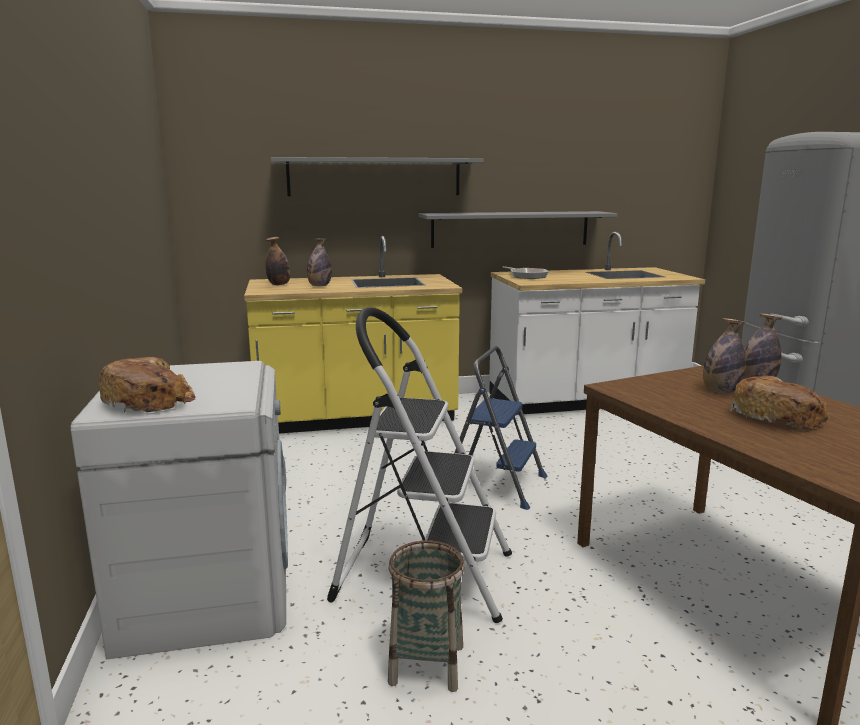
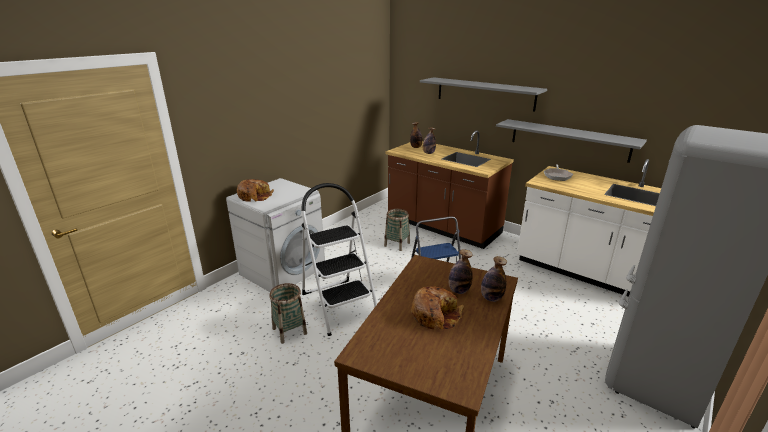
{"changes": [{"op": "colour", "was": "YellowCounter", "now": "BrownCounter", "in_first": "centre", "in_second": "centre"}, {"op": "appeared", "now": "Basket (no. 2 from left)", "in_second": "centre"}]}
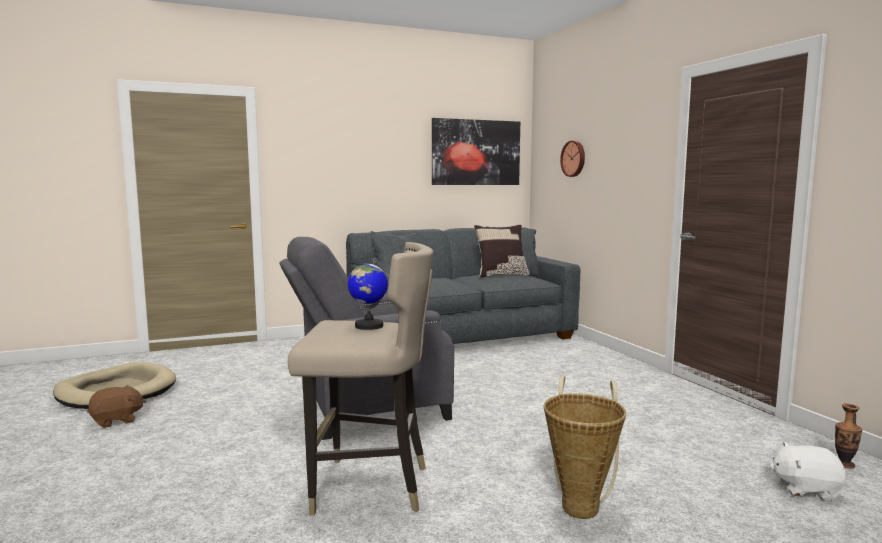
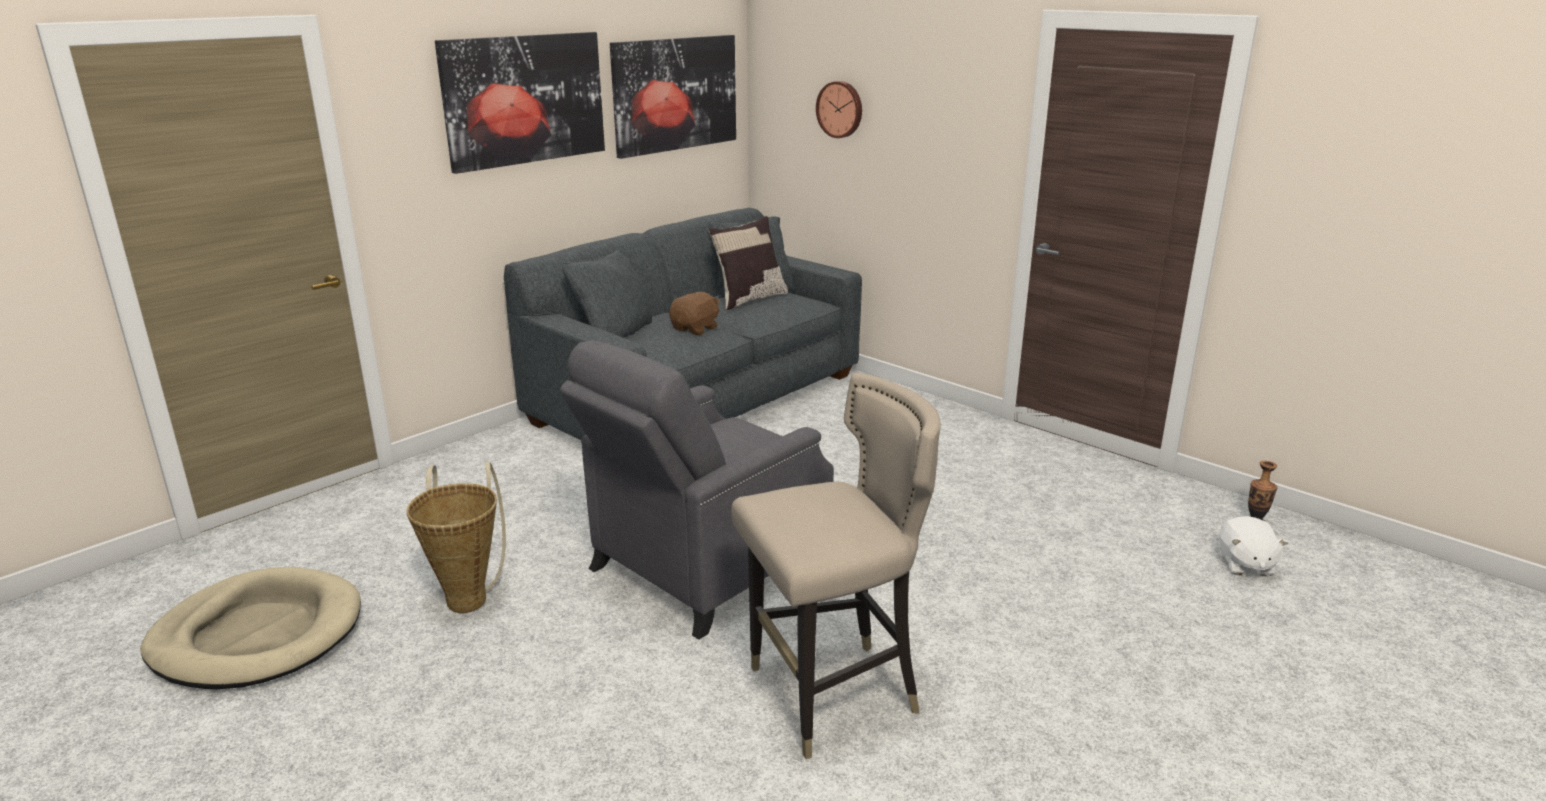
{"changes": [{"op": "relocated", "was": "BrownPlushToy", "in_first": "bottom left", "in_second": "centre"}, {"op": "missing", "was": "Globe", "in_first": "centre"}, {"op": "relocated", "was": "Basket", "in_first": "bottom centre", "in_second": "bottom left"}, {"op": "spun", "was": "WhitePlushToy", "in_first": "bottom right", "in_second": "bottom right", "clockwise": -75}, {"op": "appeared", "now": "Picture (no. 1 from left)", "in_second": "top centre"}]}
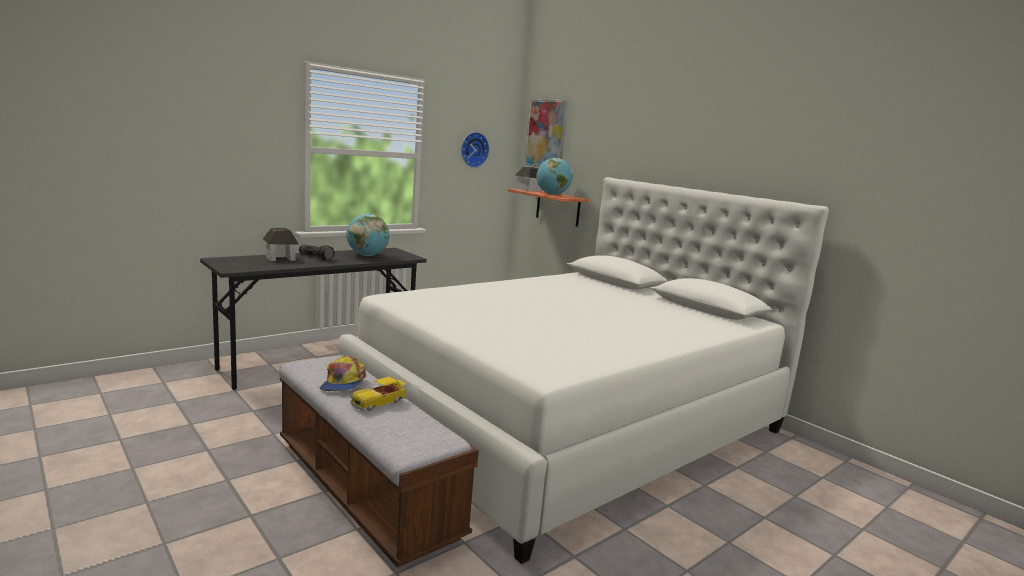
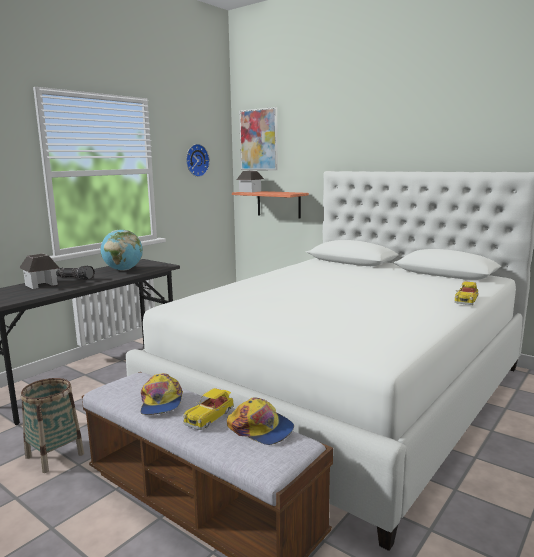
{"changes": [{"op": "missing", "was": "Globe (no. 2 from left)", "in_first": "top centre"}, {"op": "appeared", "now": "Basket", "in_second": "bottom left"}, {"op": "appeared", "now": "Cap (no. 2 from left)", "in_second": "bottom centre"}, {"op": "appeared", "now": "ToyCar (no. 2 from left)", "in_second": "middle right"}]}
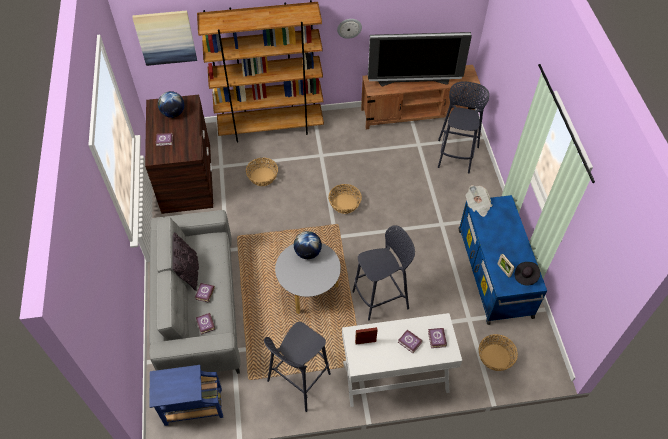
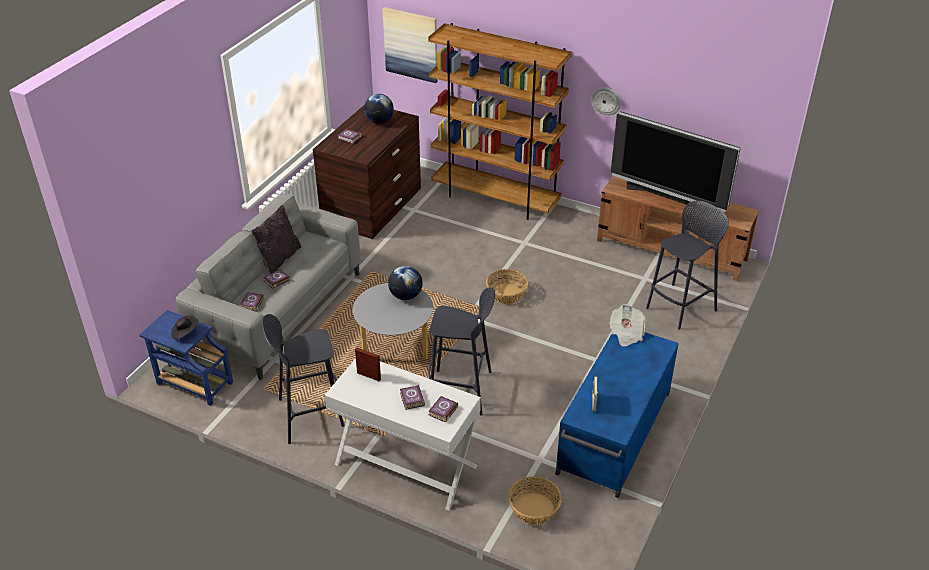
{"changes": [{"op": "missing", "was": "Basket (no. 1 from left)", "in_first": "centre"}, {"op": "relocated", "was": "BlackHat", "in_first": "middle right", "in_second": "middle left"}]}
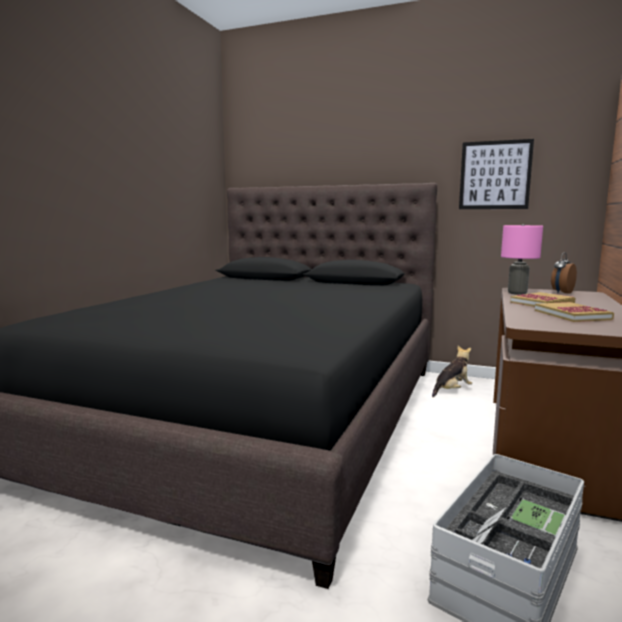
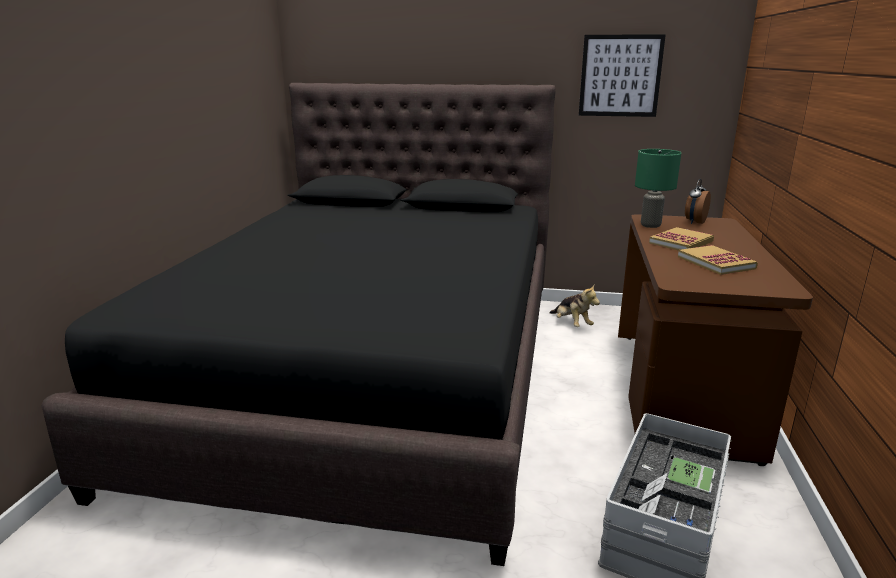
{"changes": [{"op": "spun", "was": "PlushToy", "in_first": "middle right", "in_second": "centre", "clockwise": 105}, {"op": "colour", "was": "PinkTableLamp", "now": "GreenTableLamp", "in_first": "middle right", "in_second": "top right"}]}
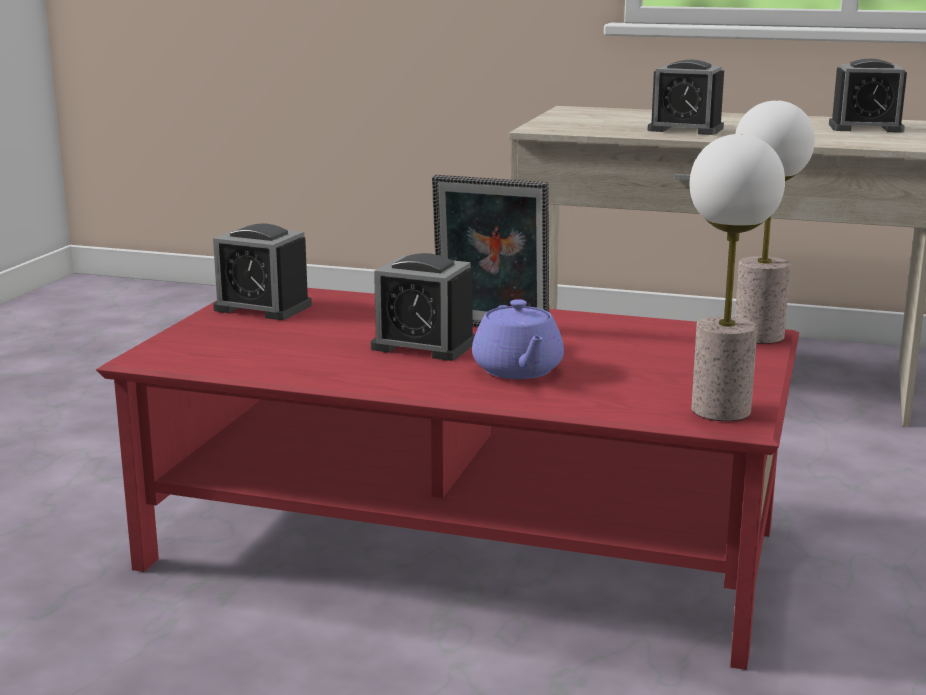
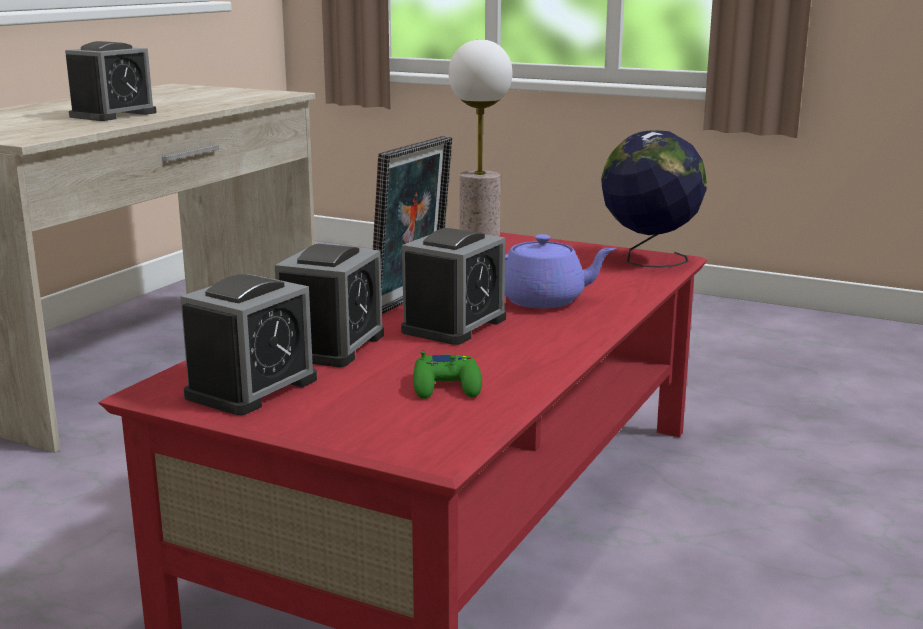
{"changes": [{"op": "exchanged", "was": "TableLamp (no. 1 from left)", "now": "Globe", "in_first": "middle right", "in_second": "top right"}, {"op": "relocated", "was": "AlarmClock (no. 4 from left in the first image)", "now": "AlarmClock (no. 3 from left)", "in_first": "top right", "in_second": "centre"}, {"op": "appeared", "now": "GreenGameController", "in_second": "centre"}]}
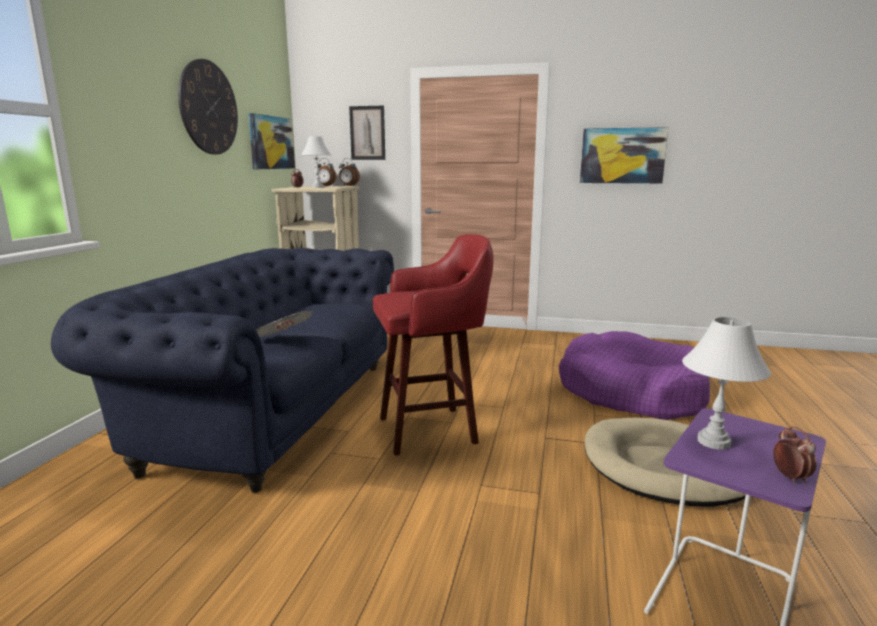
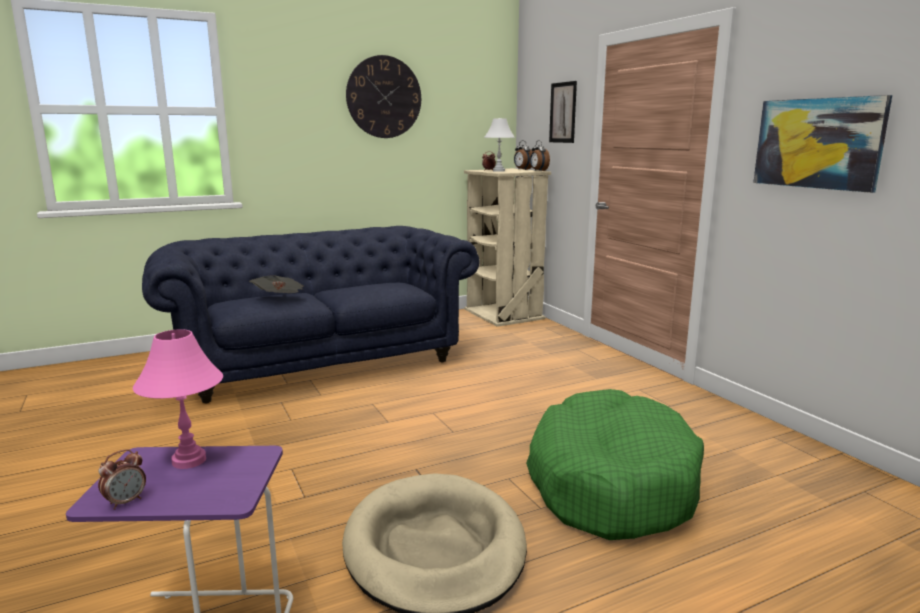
{"changes": [{"op": "missing", "was": "Picture (no. 1 from left)", "in_first": "top left"}, {"op": "missing", "was": "RedStool", "in_first": "centre"}, {"op": "colour", "was": "PurpleDogBed", "now": "GreenDogBed", "in_first": "middle right", "in_second": "bottom right"}, {"op": "colour", "was": "WhiteTableLamp (no. 2 from left)", "now": "PinkTableLamp", "in_first": "middle right", "in_second": "middle left"}]}
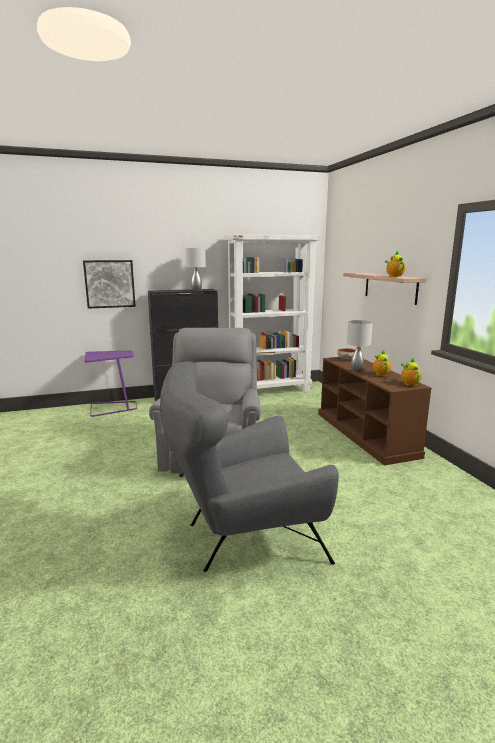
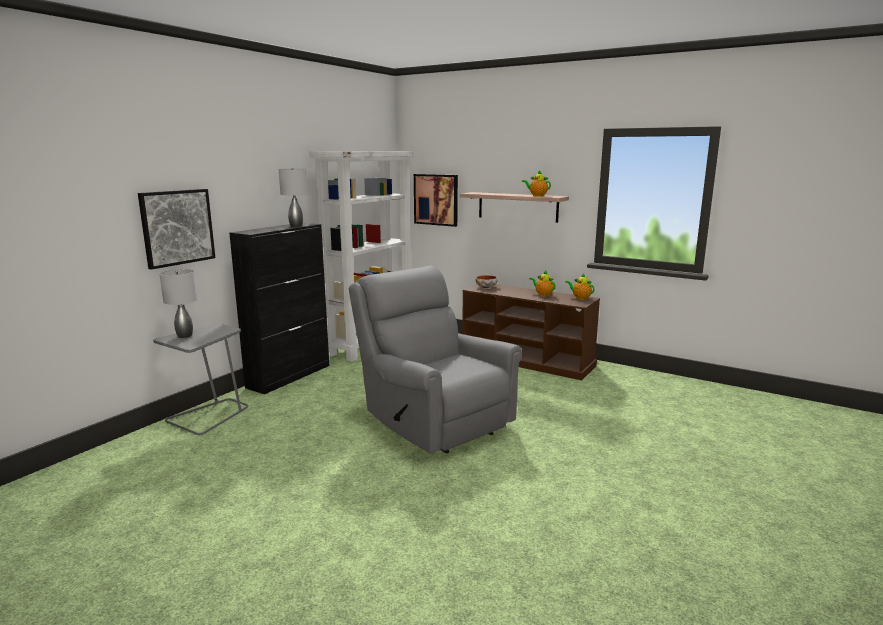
{"changes": [{"op": "colour", "was": "PurpleSideTable", "now": "GreySideTable", "in_first": "middle left", "in_second": "middle left"}, {"op": "missing", "was": "GreyArmchair (no. 2 from left)", "in_first": "centre"}, {"op": "relocated", "was": "GreyTableLamp (no. 2 from left in the first image)", "now": "GreyTableLamp (no. 1 from left)", "in_first": "middle right", "in_second": "middle left"}, {"op": "appeared", "now": "Picture (no. 2 from left)", "in_second": "top centre"}]}
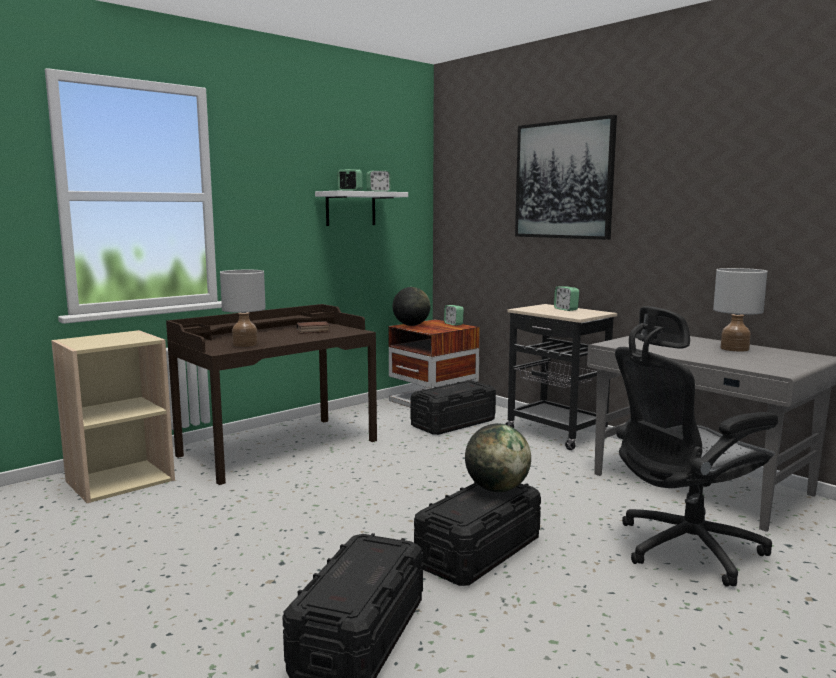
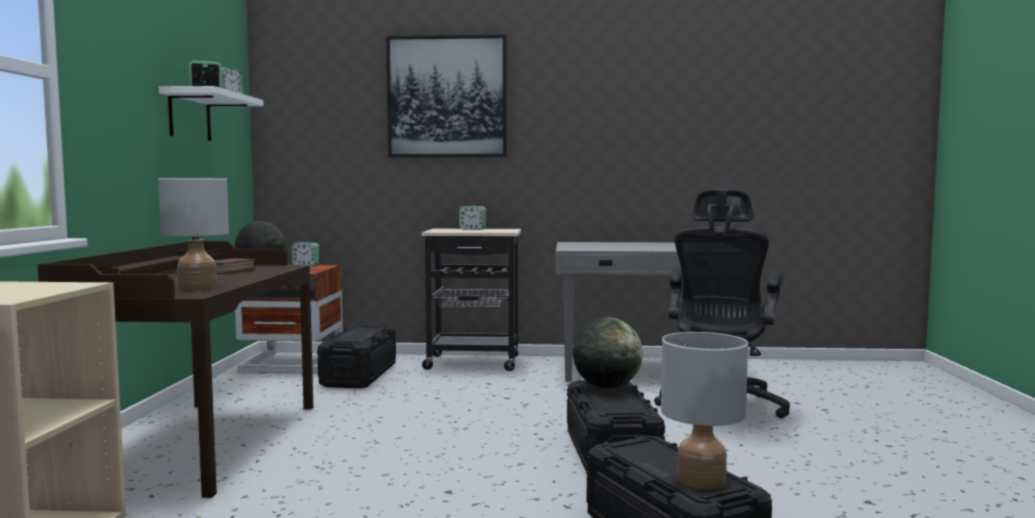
{"changes": [{"op": "relocated", "was": "GreyTableLamp (no. 2 from left)", "in_first": "middle right", "in_second": "bottom right"}]}
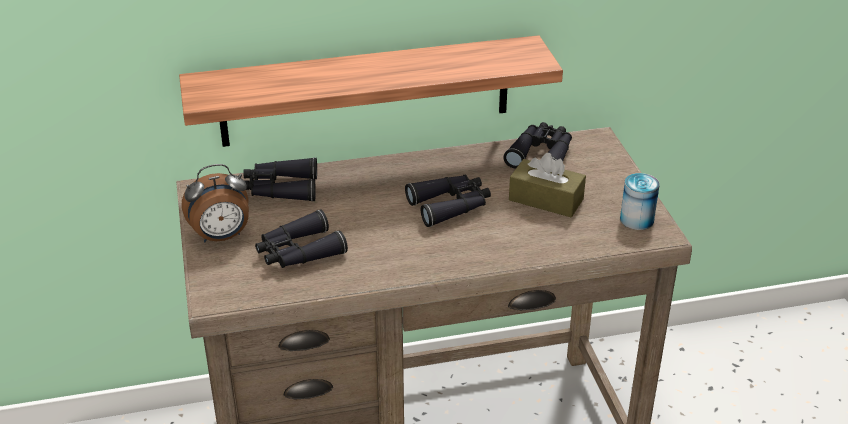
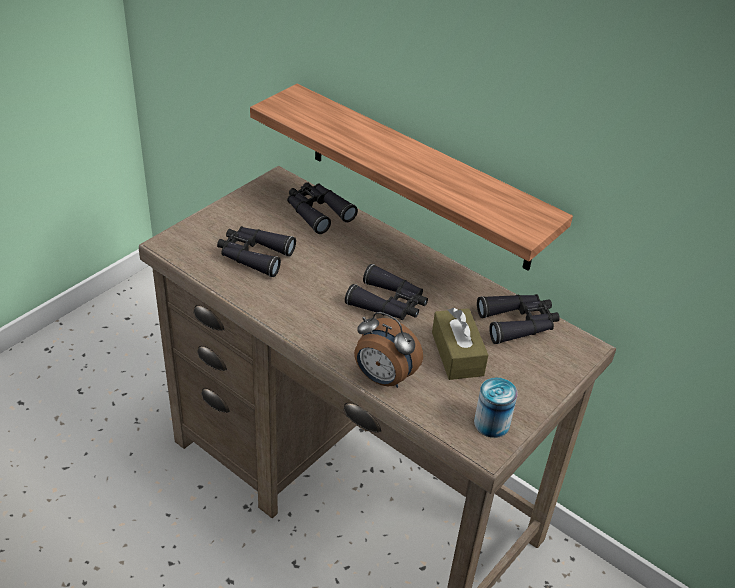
{"changes": [{"op": "relocated", "was": "AlarmClock", "in_first": "middle left", "in_second": "centre"}]}
